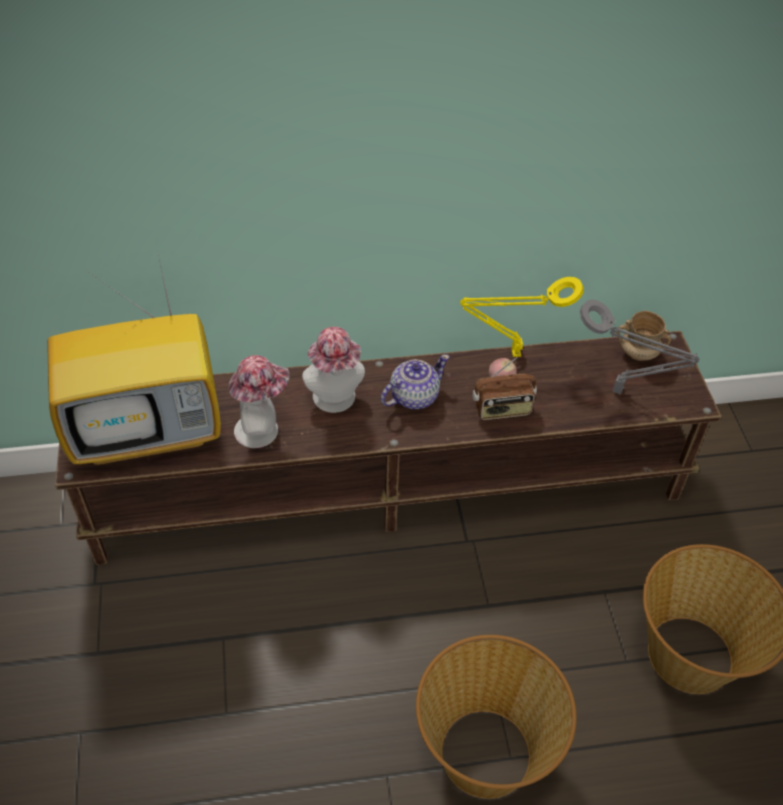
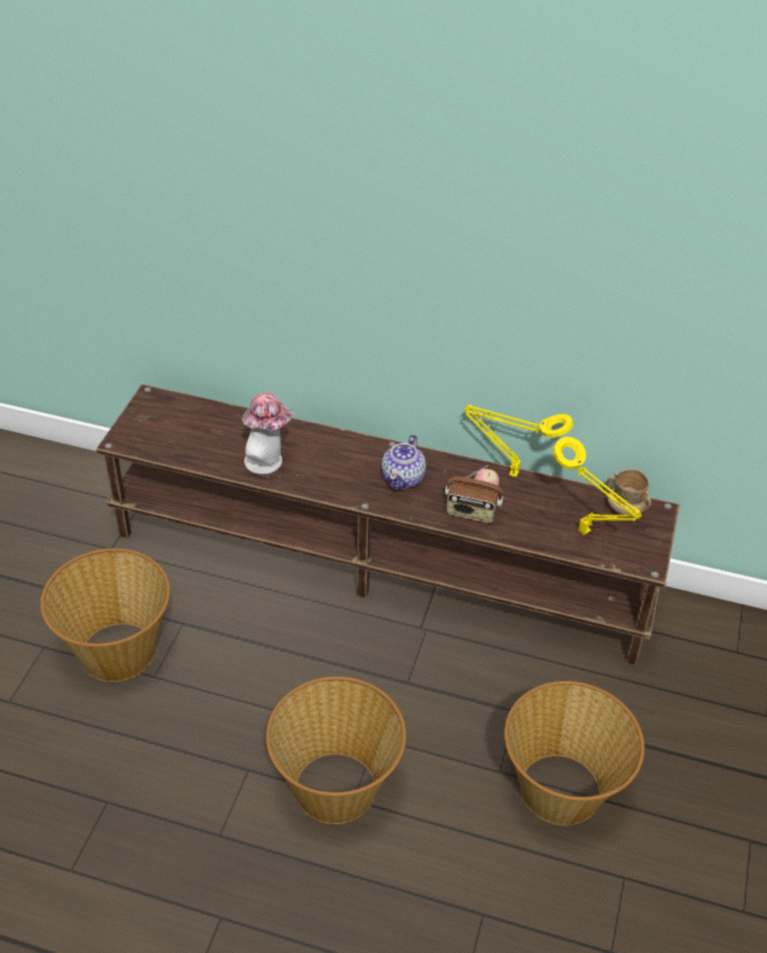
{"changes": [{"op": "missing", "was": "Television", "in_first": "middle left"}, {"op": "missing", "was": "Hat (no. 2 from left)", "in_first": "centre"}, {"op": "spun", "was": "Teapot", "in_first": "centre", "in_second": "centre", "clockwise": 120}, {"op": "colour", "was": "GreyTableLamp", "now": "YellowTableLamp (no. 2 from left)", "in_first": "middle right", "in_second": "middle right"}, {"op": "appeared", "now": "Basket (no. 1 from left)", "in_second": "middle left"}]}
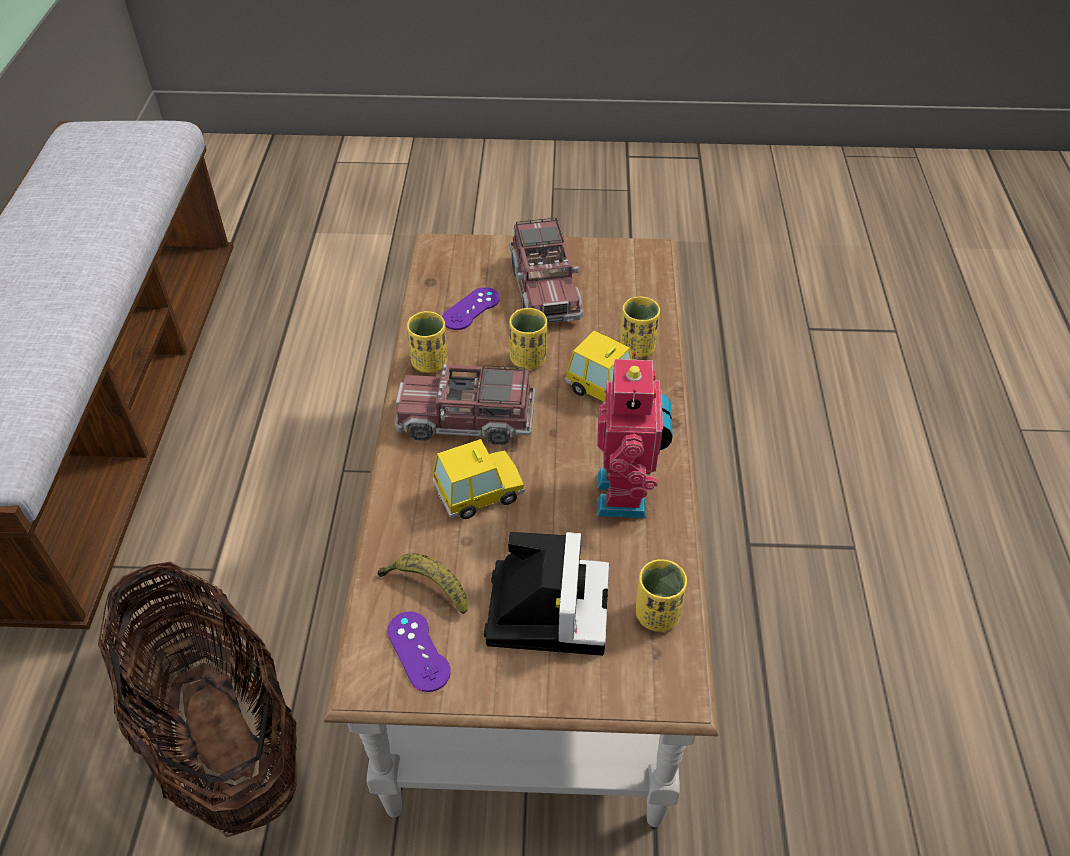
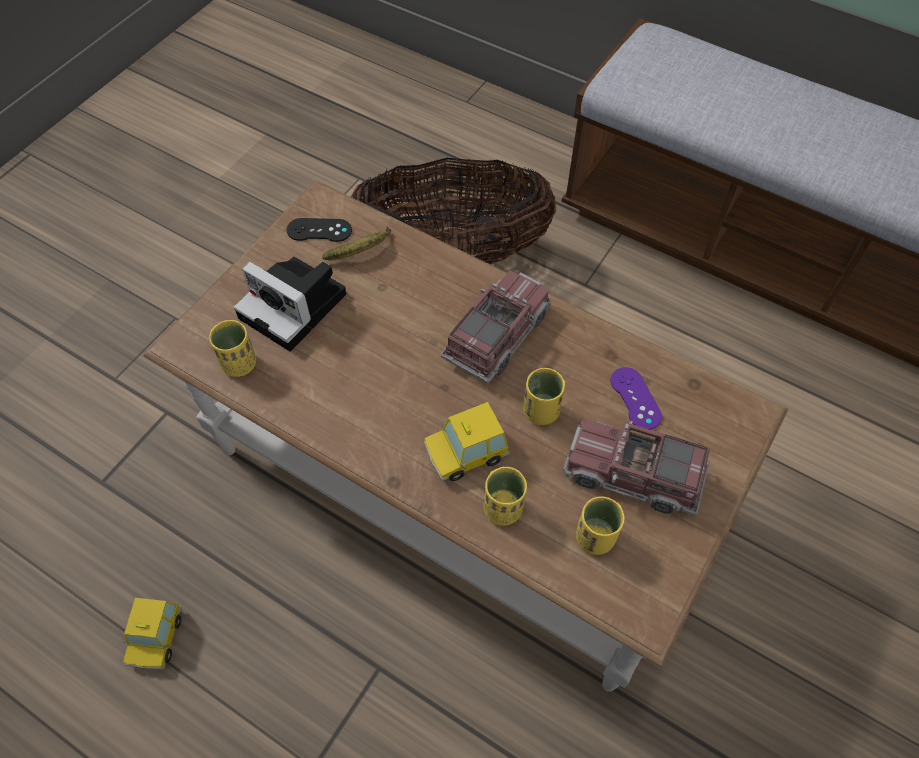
{"changes": [{"op": "colour", "was": "PurpleGameController (no. 1 from left)", "now": "BlackGameController", "in_first": "bottom centre", "in_second": "top centre"}, {"op": "relocated", "was": "YellowCup (no. 1 from left in the first image)", "now": "YellowCup (no. 4 from left)", "in_first": "centre", "in_second": "bottom centre"}, {"op": "relocated", "was": "ToyCar (no. 1 from left)", "in_first": "centre", "in_second": "bottom left"}, {"op": "missing", "was": "ToyRobot", "in_first": "centre"}]}
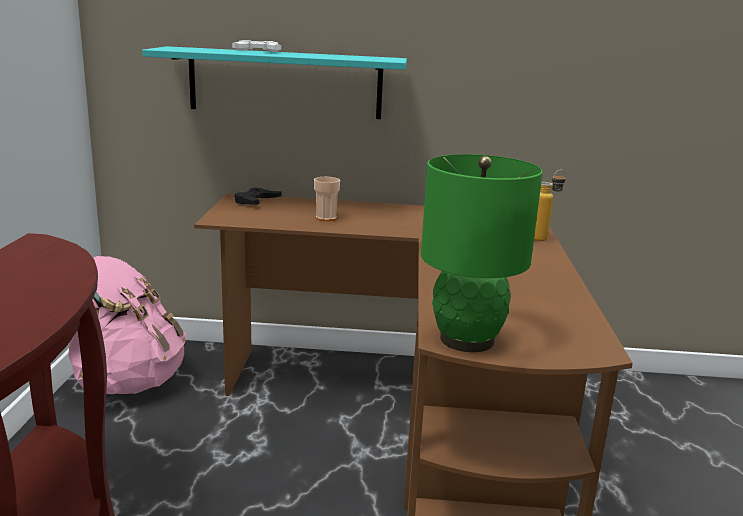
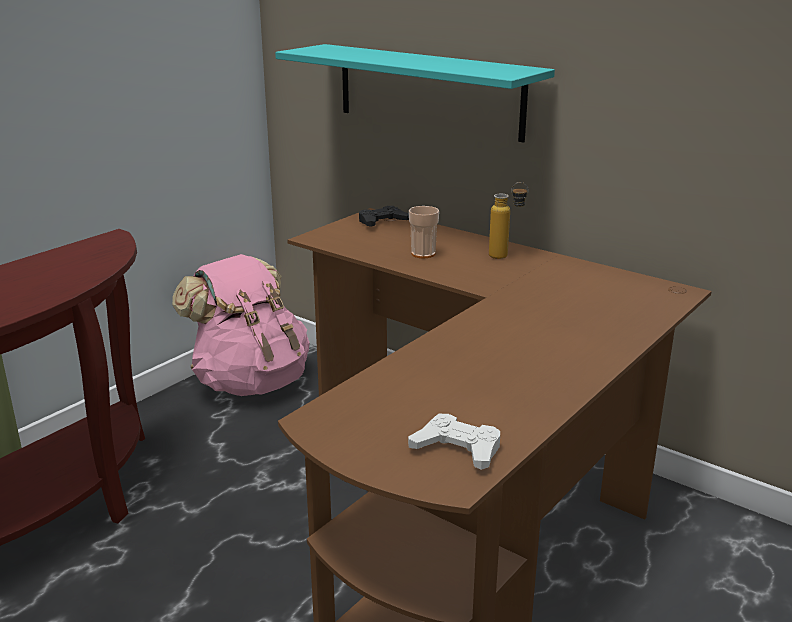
{"changes": [{"op": "relocated", "was": "WhiteGameController", "in_first": "top centre", "in_second": "bottom centre"}, {"op": "missing", "was": "GreenTableLamp", "in_first": "centre"}, {"op": "relocated", "was": "Bottle", "in_first": "middle right", "in_second": "centre"}]}
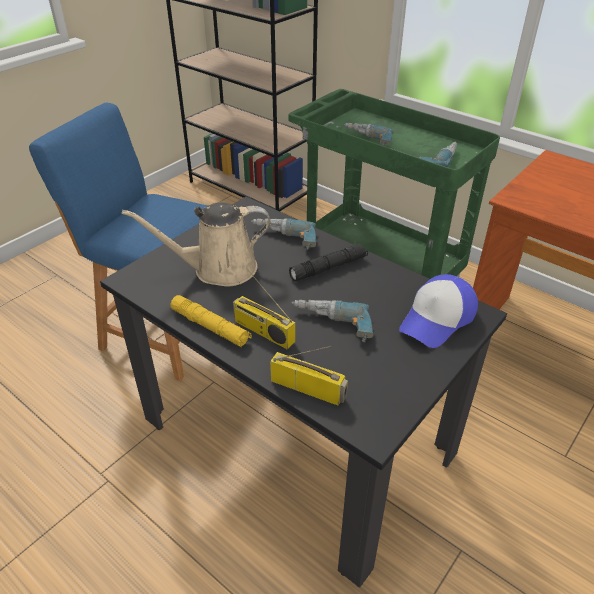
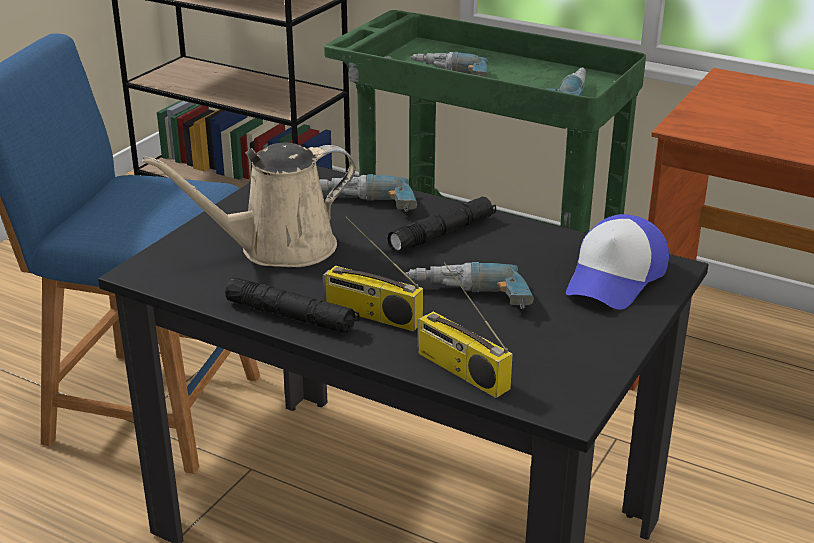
{"changes": [{"op": "colour", "was": "YellowFlashlight", "now": "BlackFlashlight (no. 1 from left)", "in_first": "centre", "in_second": "centre"}, {"op": "spun", "was": "Radio (no. 2 from left)", "in_first": "centre", "in_second": "centre", "clockwise": -150}]}
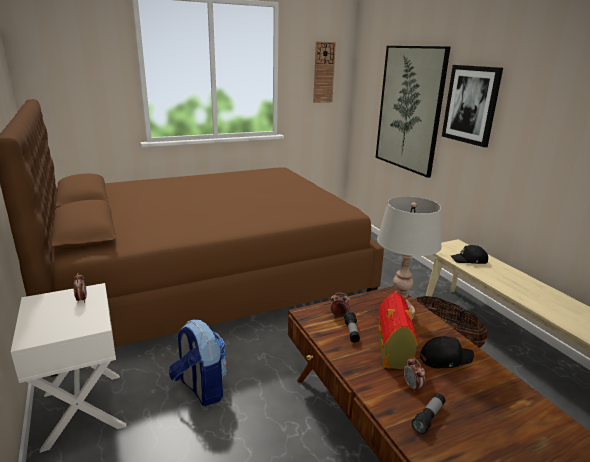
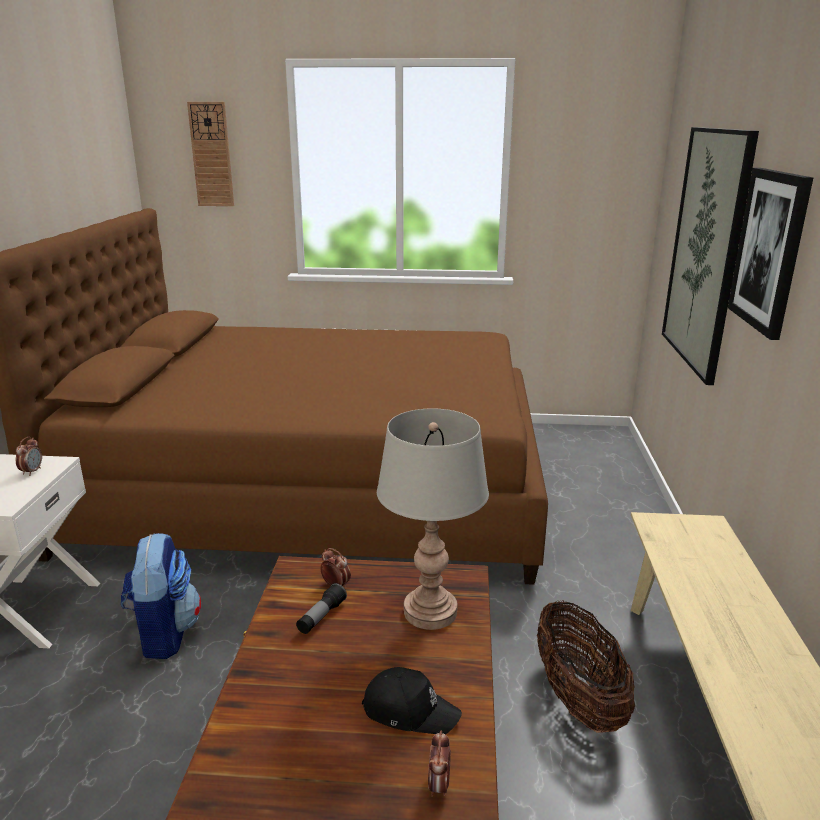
{"changes": [{"op": "relocated", "was": "WallClock", "in_first": "top centre", "in_second": "top left"}, {"op": "missing", "was": "ToyHouse", "in_first": "bottom right"}, {"op": "relocated", "was": "AlarmClock (no. 3 from left)", "in_first": "bottom right", "in_second": "bottom centre"}, {"op": "missing", "was": "Flashlight (no. 2 from left)", "in_first": "bottom right"}, {"op": "missing", "was": "BlackCap (no. 2 from left)", "in_first": "middle right"}]}
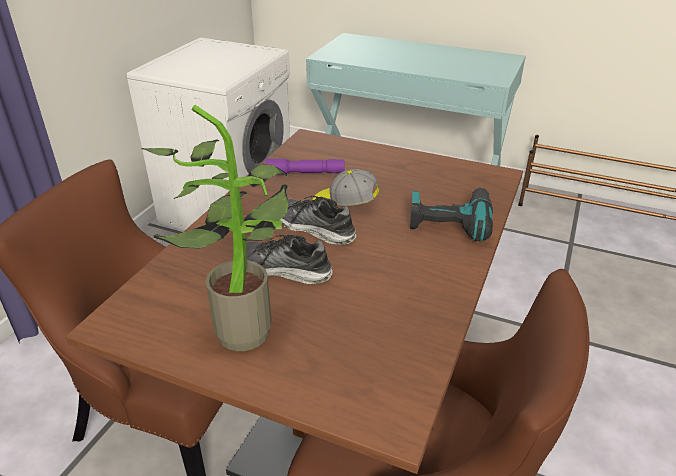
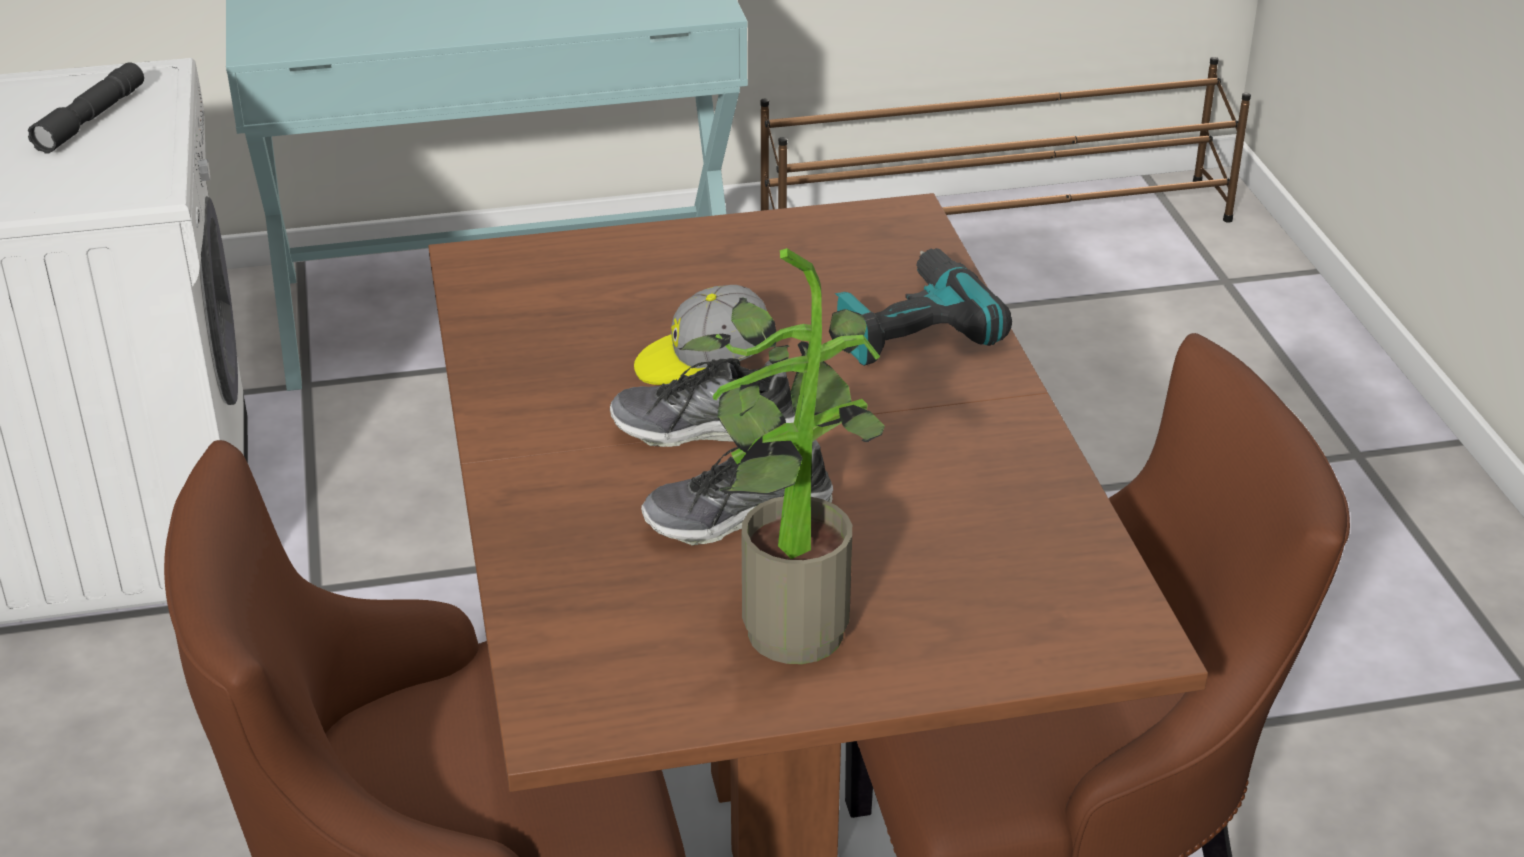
{"changes": [{"op": "missing", "was": "PurpleFlashlight", "in_first": "centre"}, {"op": "appeared", "now": "GreyFlashlight", "in_second": "top left"}]}
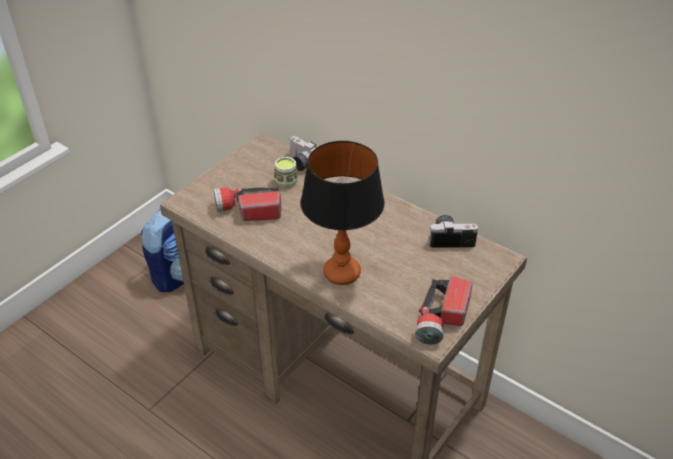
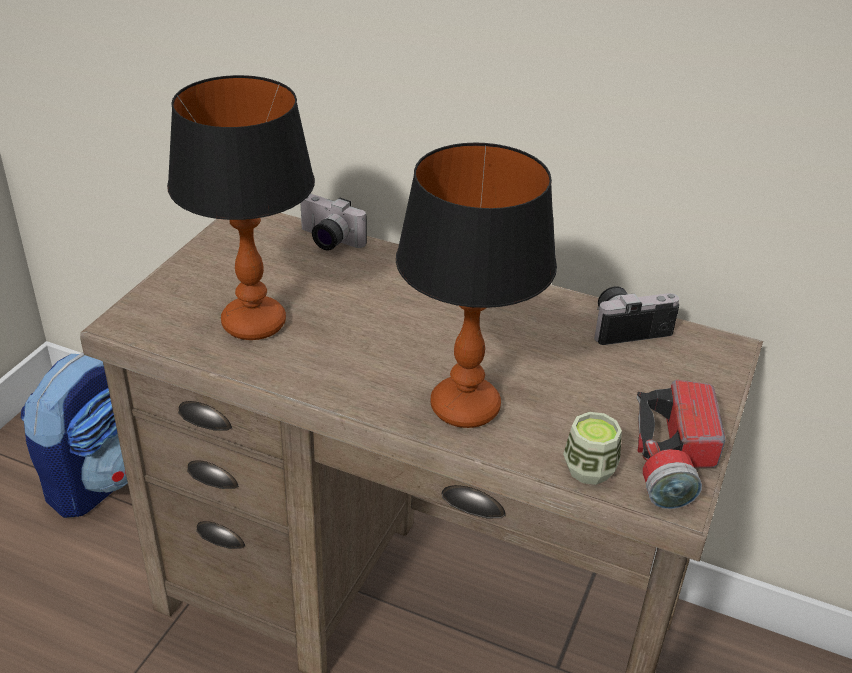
{"changes": [{"op": "exchanged", "was": "Flashlight (no. 1 from left)", "now": "TableLamp (no. 1 from left)", "in_first": "centre", "in_second": "top left"}, {"op": "relocated", "was": "Cup", "in_first": "centre", "in_second": "middle right"}]}
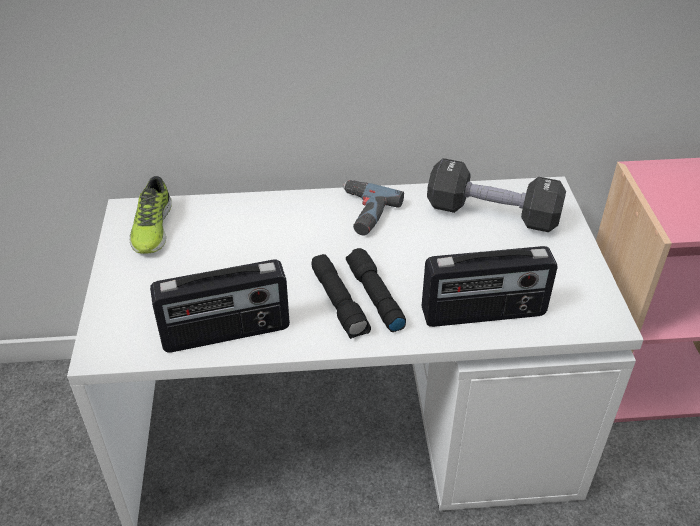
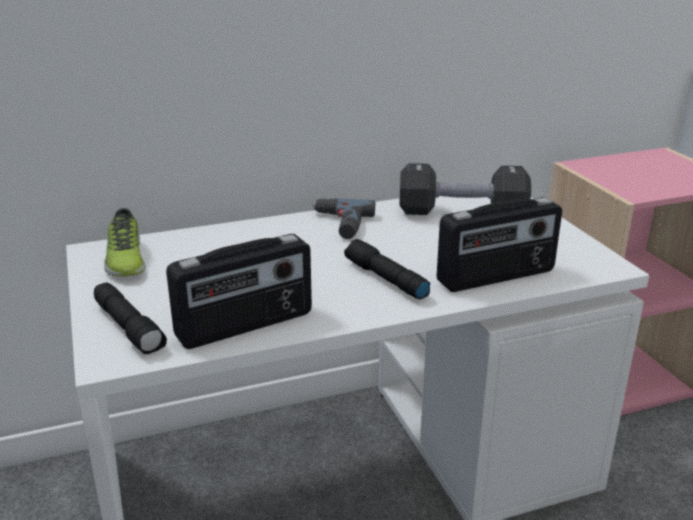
{"changes": [{"op": "relocated", "was": "BlackFlashlight (no. 1 from left)", "in_first": "centre", "in_second": "middle left"}]}
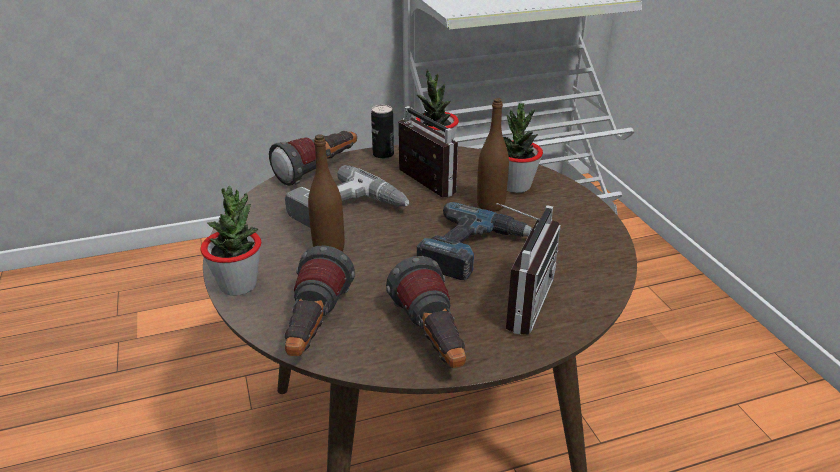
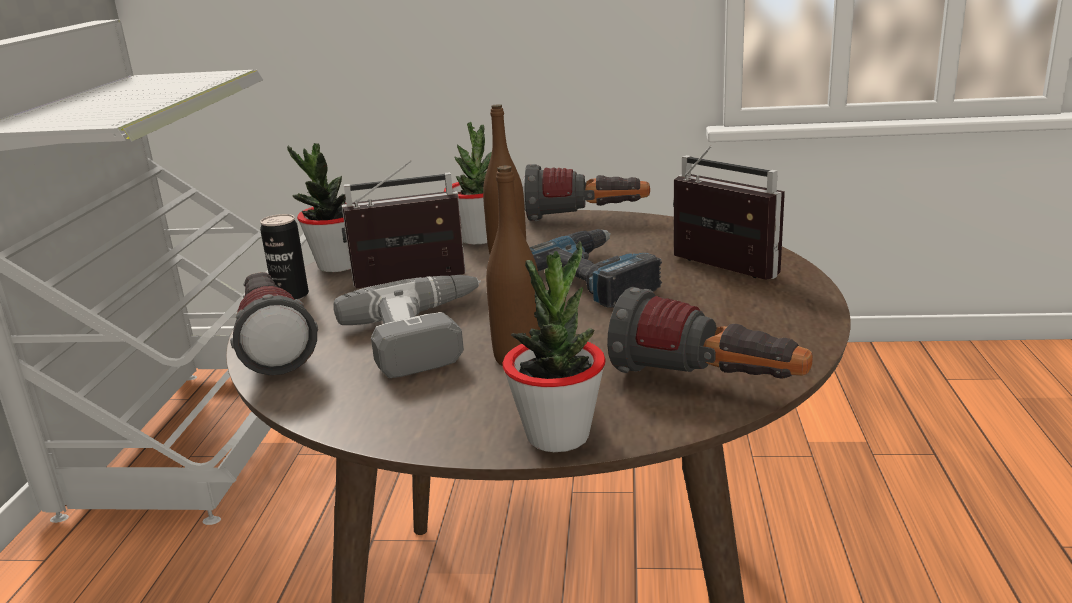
{"changes": [{"op": "relocated", "was": "Flashlight (no. 3 from left in the first image)", "now": "Flashlight (no. 2 from left)", "in_first": "centre", "in_second": "top centre"}]}
